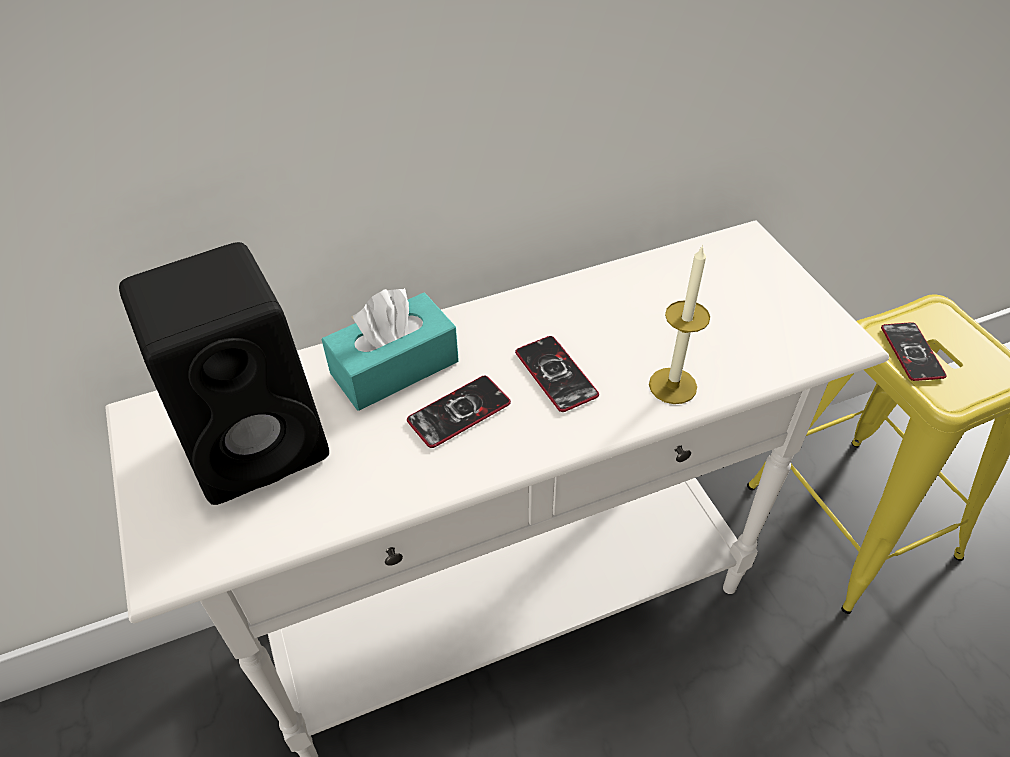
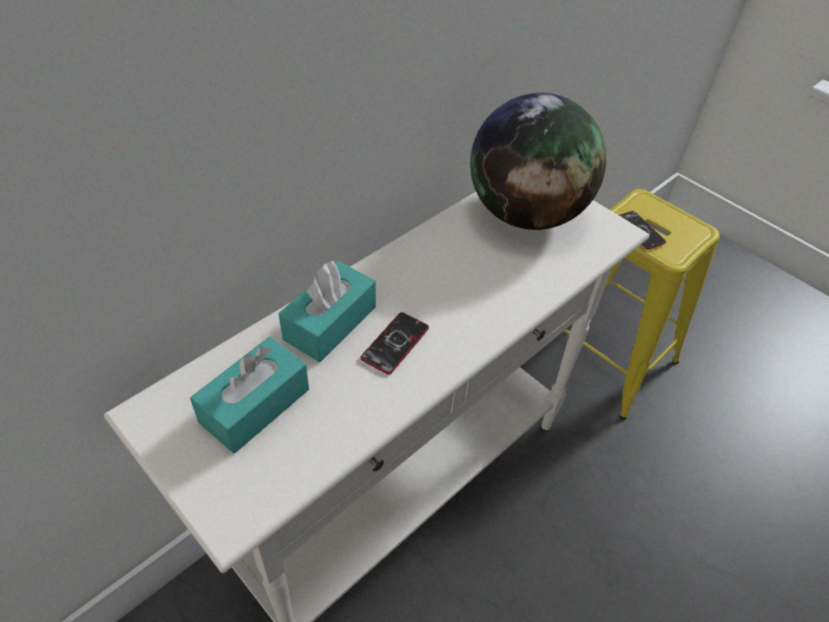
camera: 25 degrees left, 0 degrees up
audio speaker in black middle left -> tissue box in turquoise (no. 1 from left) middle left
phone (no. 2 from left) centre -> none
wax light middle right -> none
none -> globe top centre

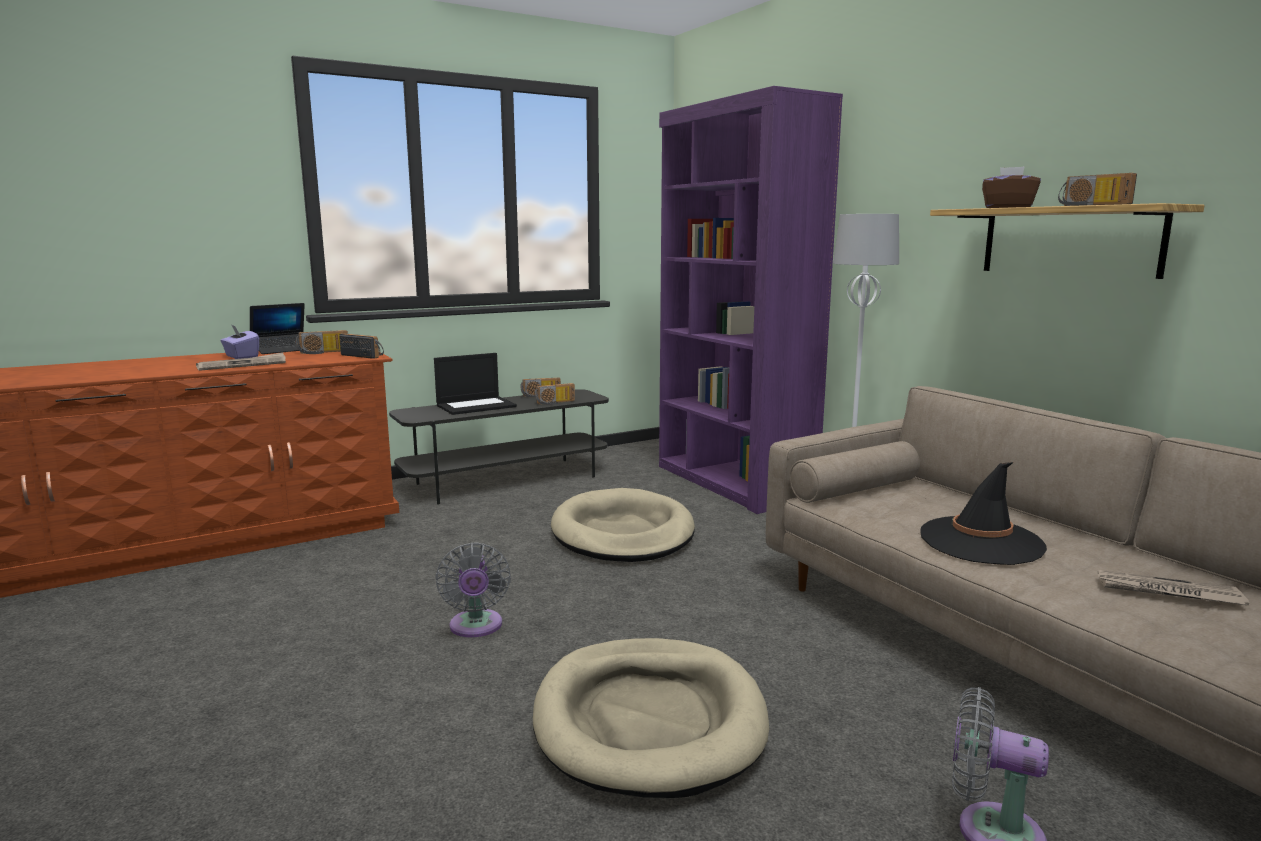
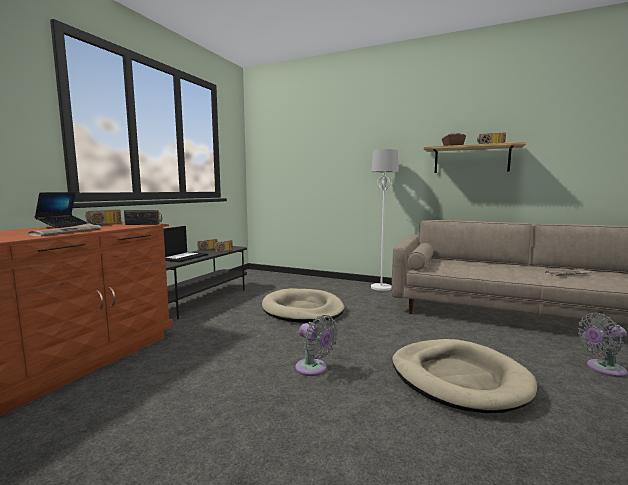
camera: 35 degrees left, 5 degrees down
tissue box in purple middle left -> none
bookcase in purple centre -> none
wearable hat in black middle right -> none

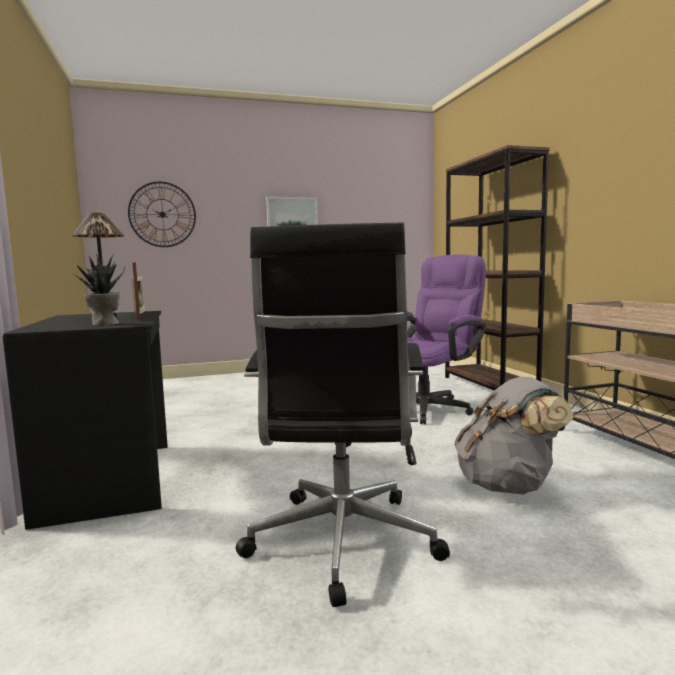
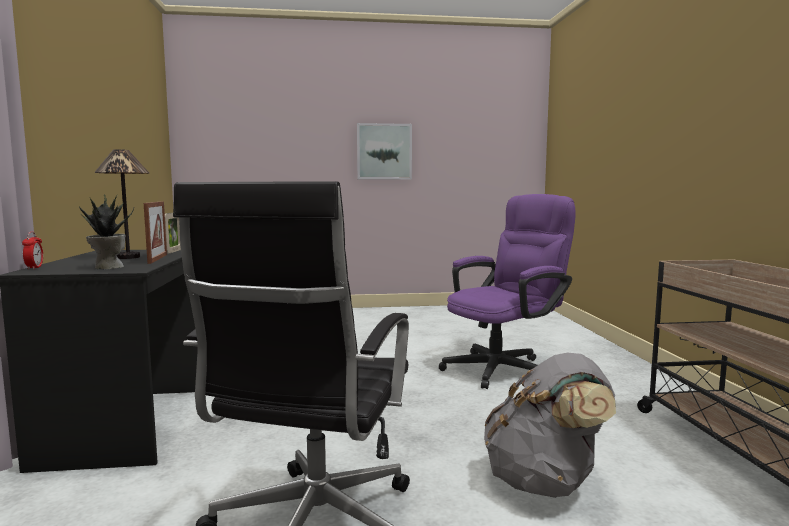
camera: 10 degrees right, 0 degrees up
wall clock top left -> none
bookcase in brown middle right -> none
none -> bedside clock middle left

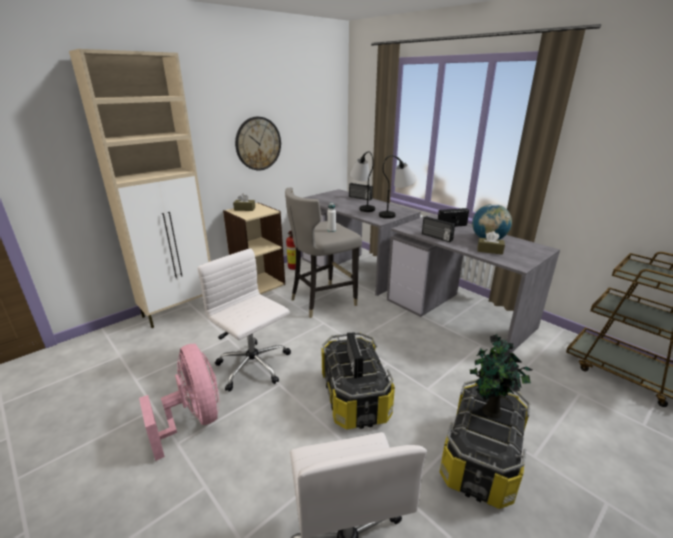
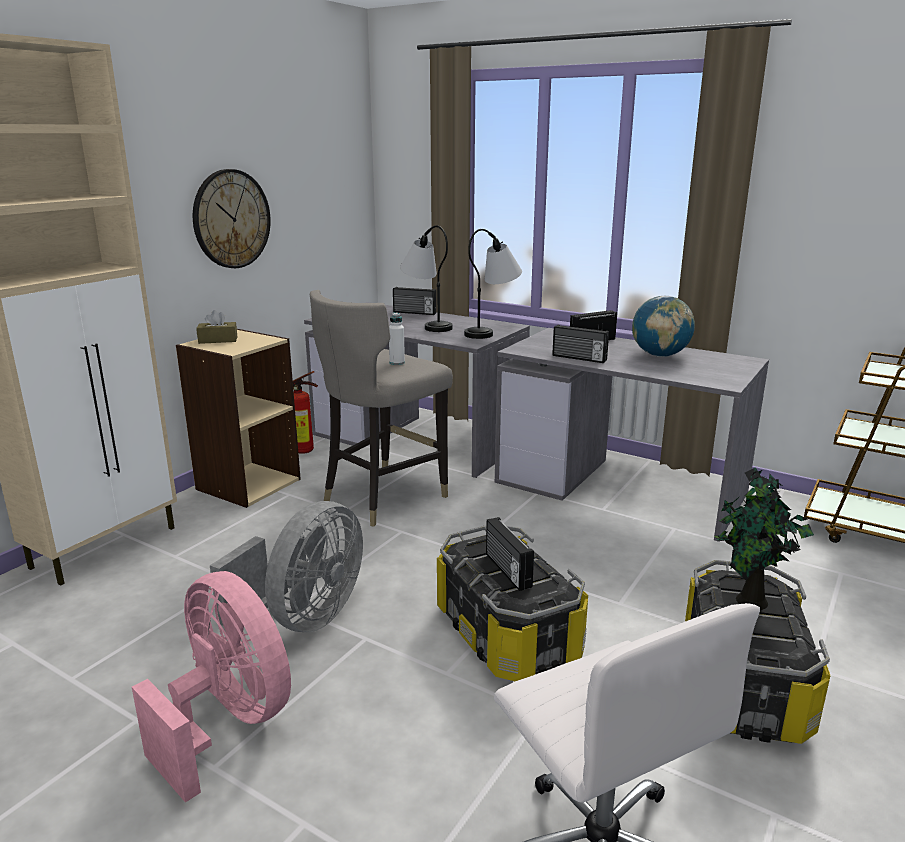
camera: 15 degrees left, 5 degrees down
computer chair in whitish (no. 1 from left) centre -> electric fan in grey bottom left
tissue box in brown (no. 2 from left) middle right -> none

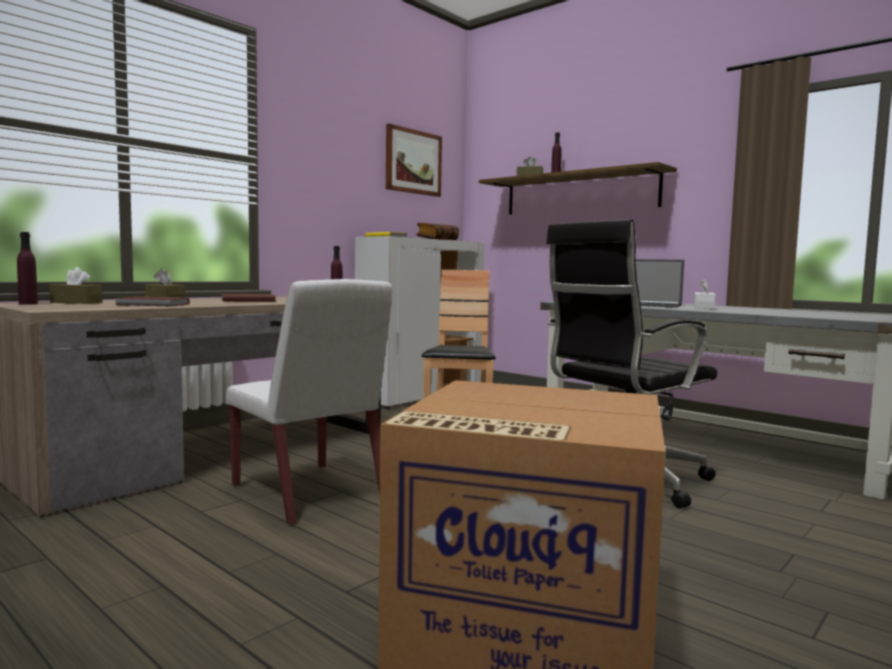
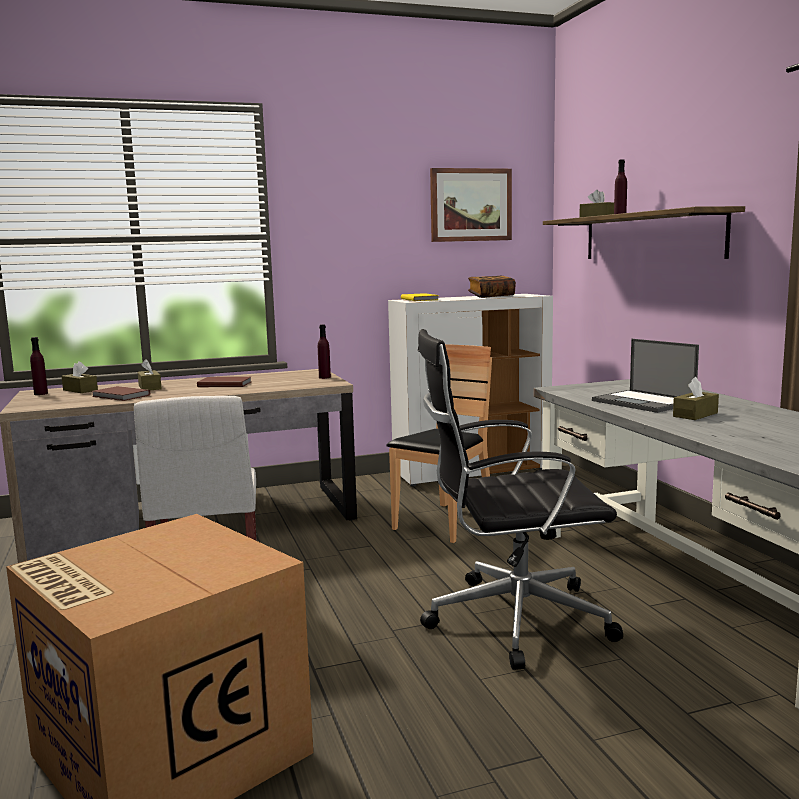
camera: 30 degrees right, 5 degrees up
tissue box in whitish middle right -> tissue box in brown (no. 4 from left) middle right

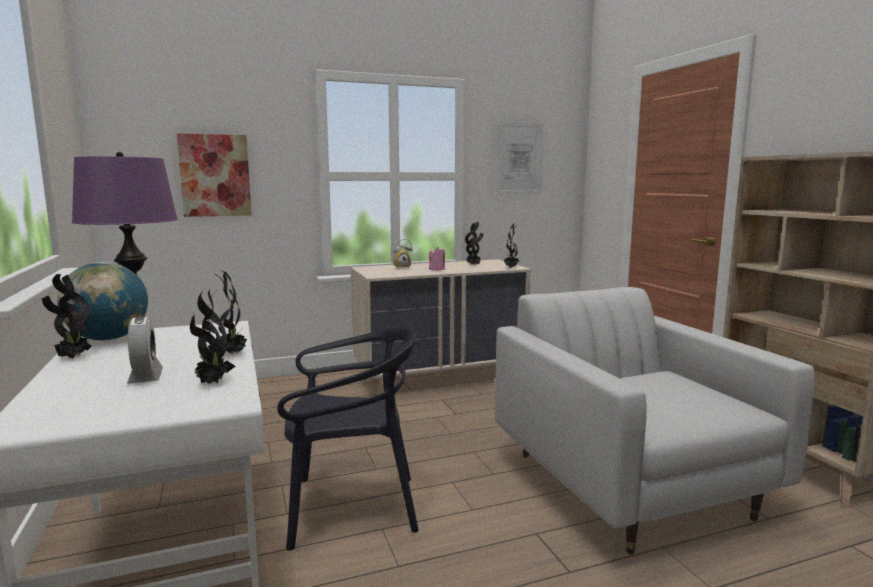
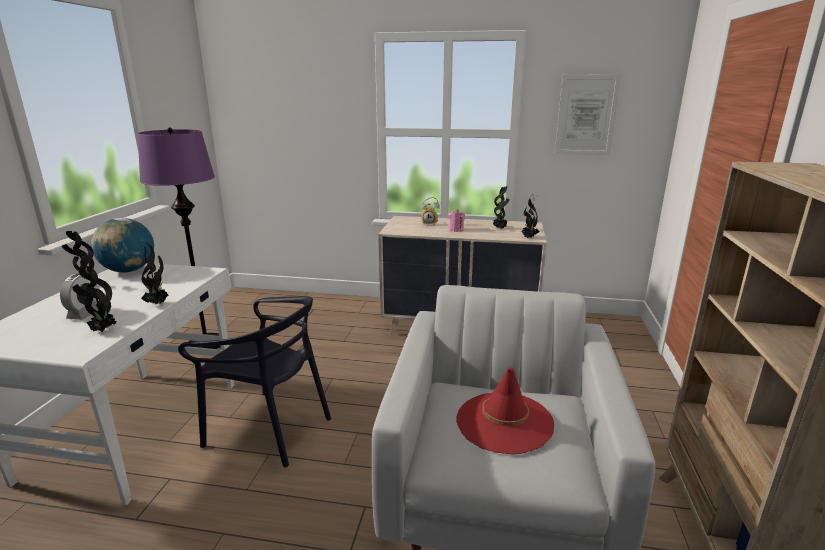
camera: 30 degrees right, 10 degrees up
picture (no. 1 from left) top left -> none
none -> wearable hat in red-coloured bottom centre

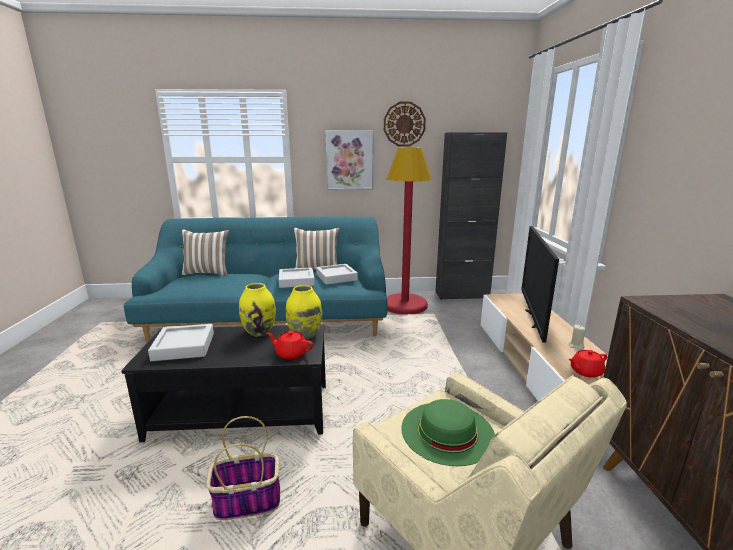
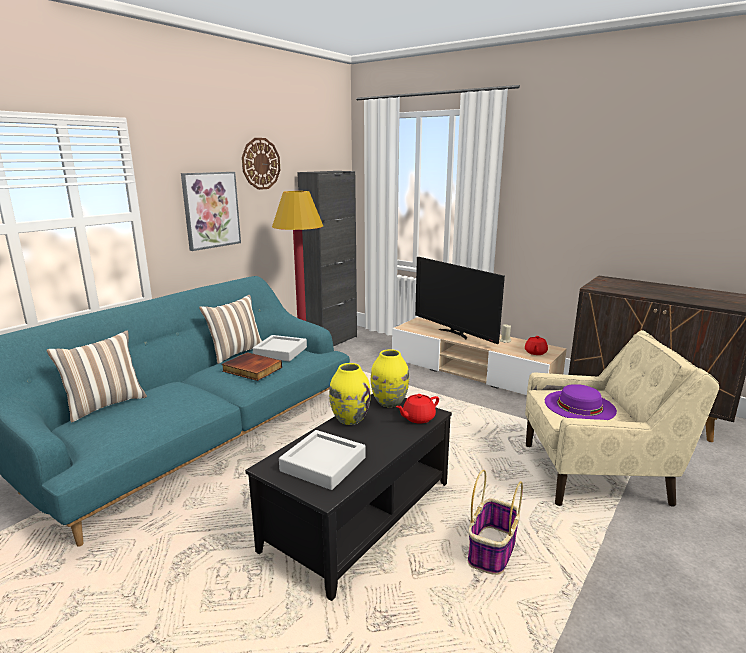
camera: 50 degrees left, 0 degrees up
serving tray in grey (no. 2 from left) centre -> volume centre
wearable hat in green bottom centre -> wearable hat in purple middle right

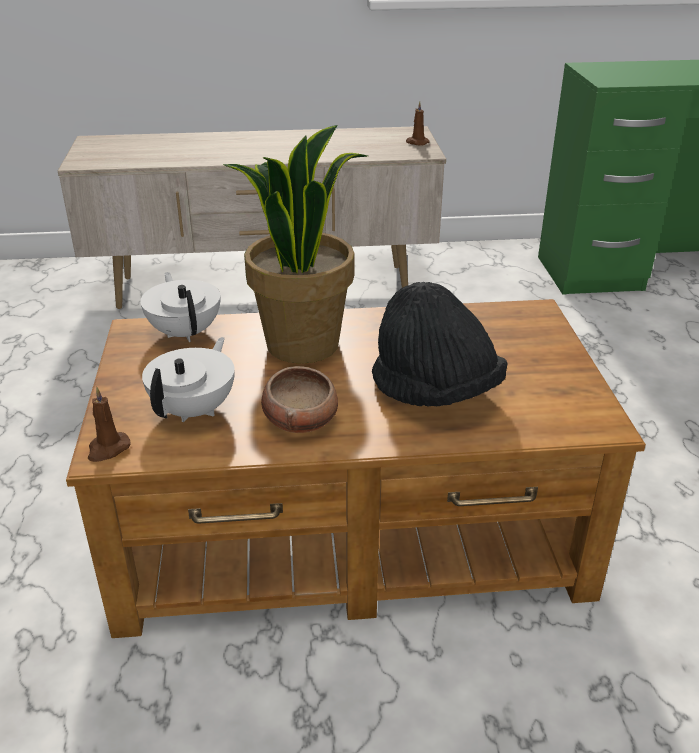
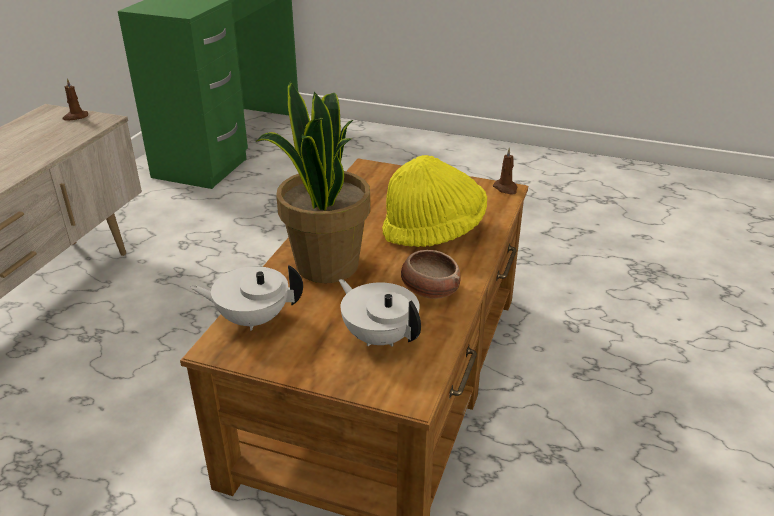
camera: 65 degrees left, 0 degrees up
wax light in brown (no. 1 from left in the first image) middle left -> wax light in brown (no. 2 from left) top centre, shifted
wearable hat in black centre -> wearable hat in yellowish centre

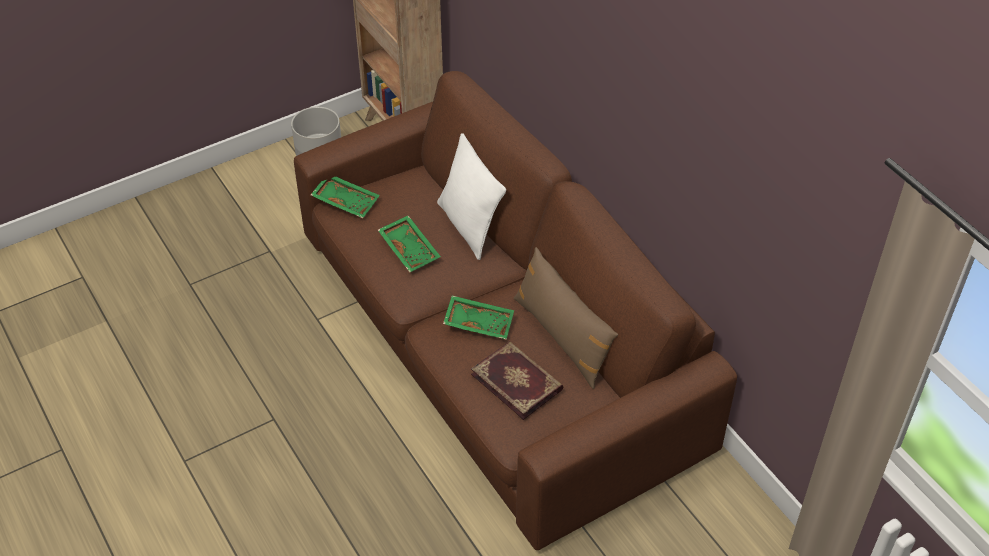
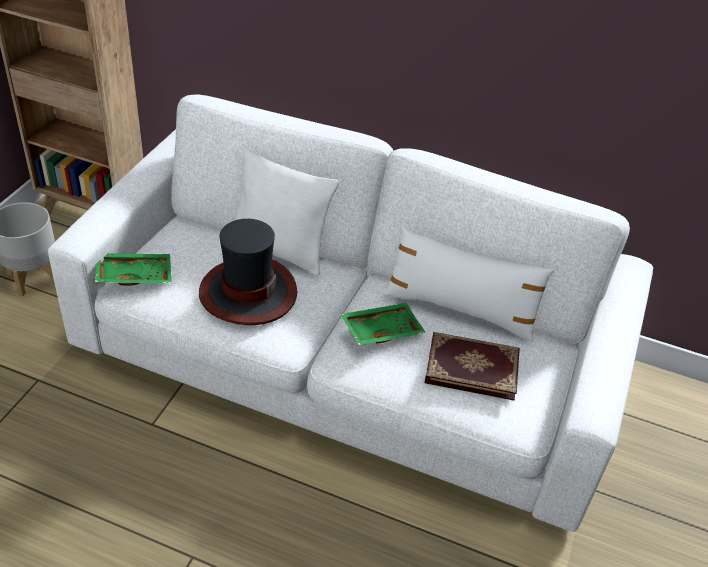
camera: 40 degrees left, 5 degrees down
sofa in brown centre -> sofa in whitish centre
serving tray in green (no. 2 from left) centre -> wearable hat centre
cushion in brown centre -> cushion in whitish (no. 2 from left) centre

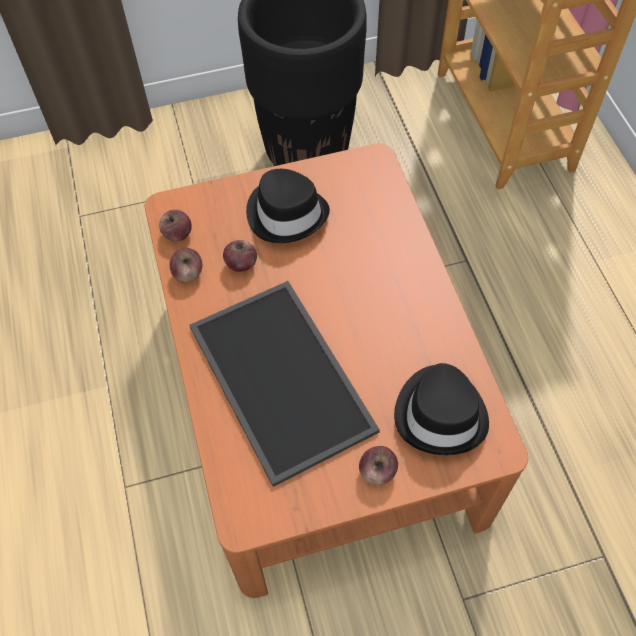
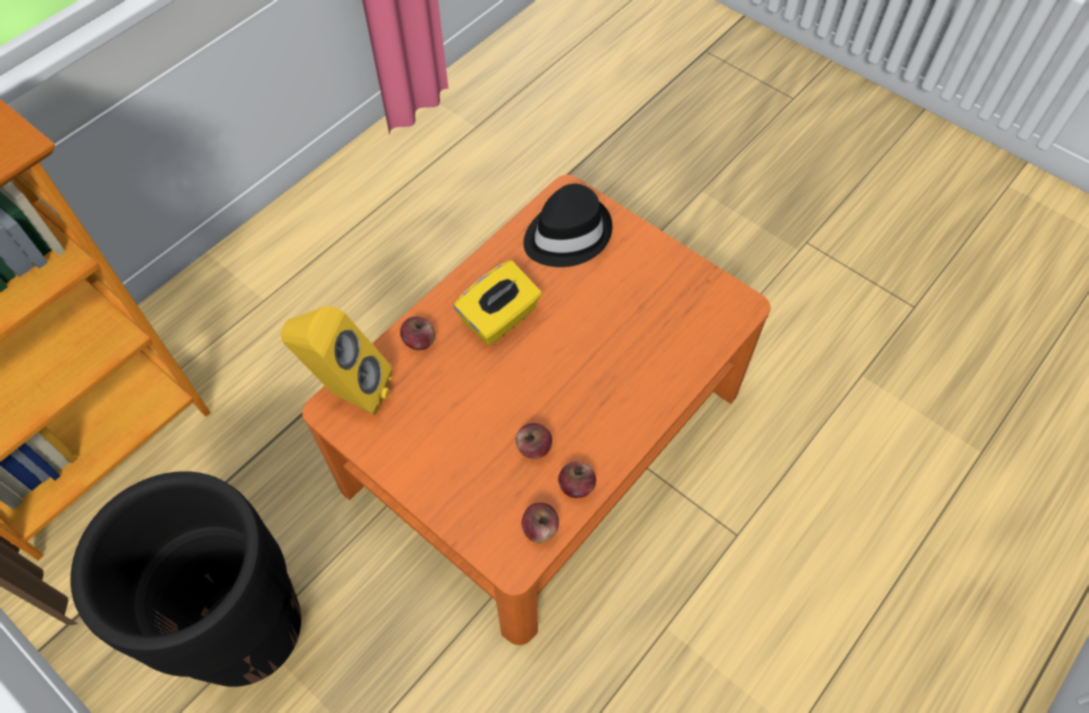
camera: 125 degrees left, 0 degrees up
serving tray centre -> none
wearable hat in black (no. 1 from left) top centre -> none
whole apple (no. 4 from left in the first image) bottom centre -> whole apple (no. 1 from left) centre, shifted
none -> audio speaker in yellowish middle left
none -> tissue box in yellowish centre

